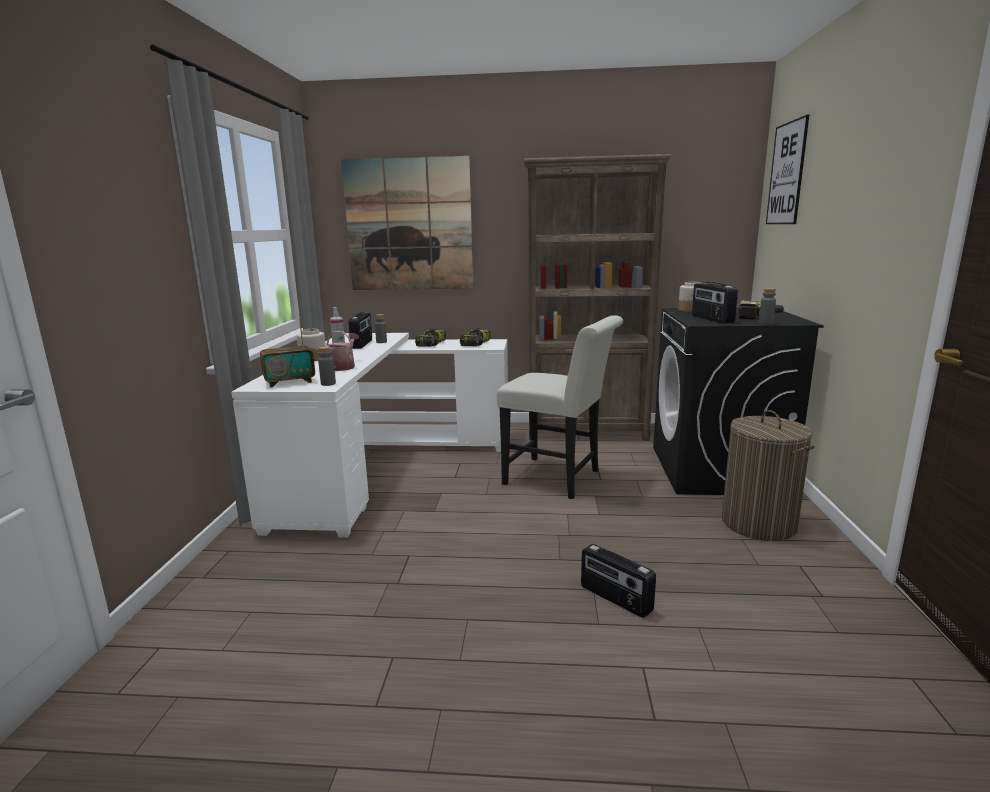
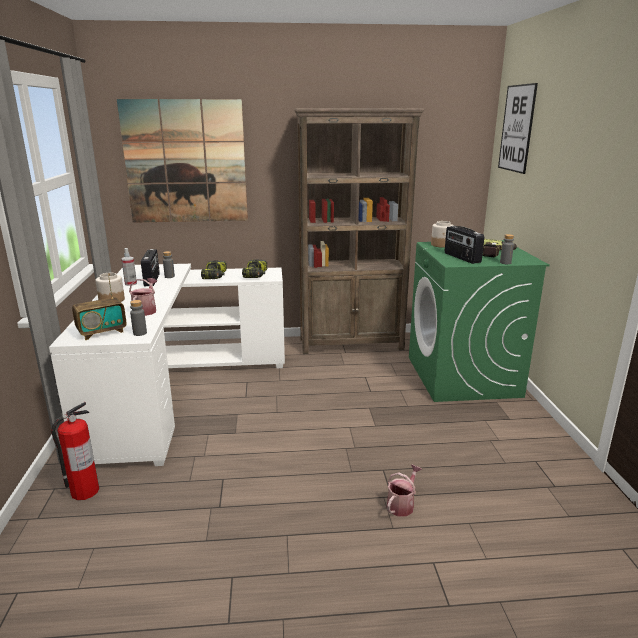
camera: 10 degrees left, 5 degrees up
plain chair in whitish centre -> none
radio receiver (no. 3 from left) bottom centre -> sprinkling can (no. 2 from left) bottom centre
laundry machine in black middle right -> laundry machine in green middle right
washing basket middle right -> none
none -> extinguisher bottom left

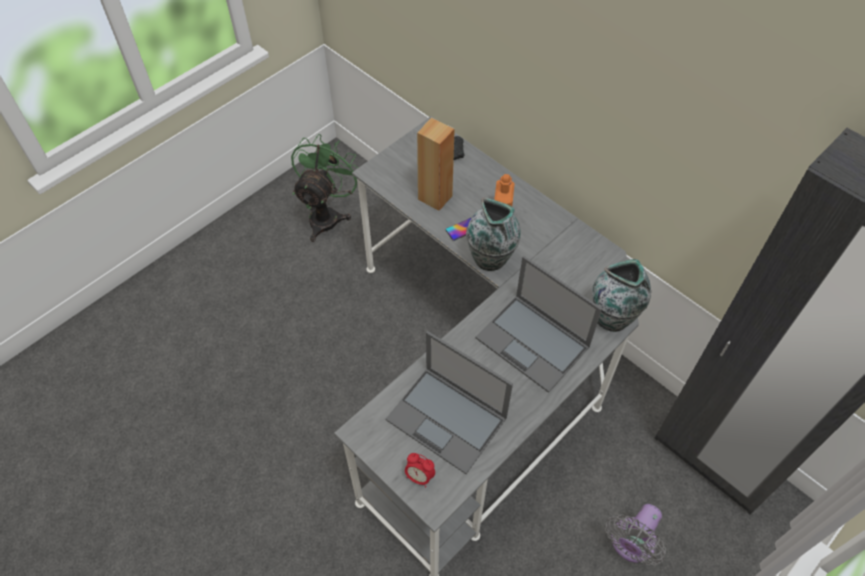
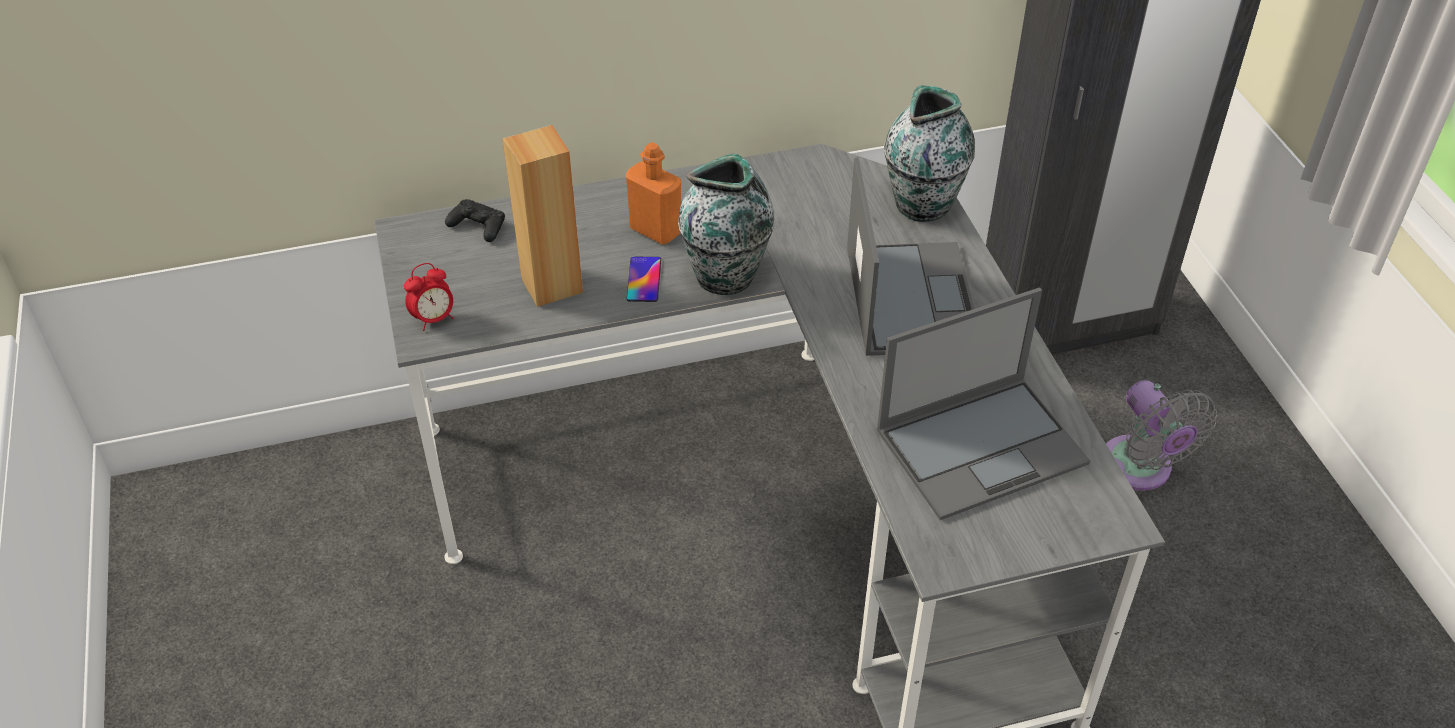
camera: 60 degrees left, 10 degrees down
electric fan in green top centre -> none
bedside clock bottom centre -> bedside clock middle left, shifted
laptop (no. 2 from left in the first image) centre -> laptop (no. 1 from left) centre, 75 degrees counterclockwise

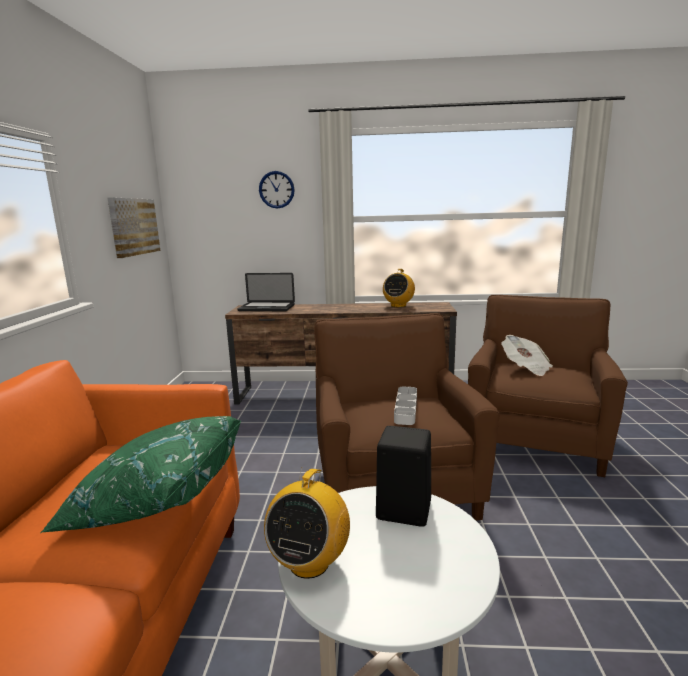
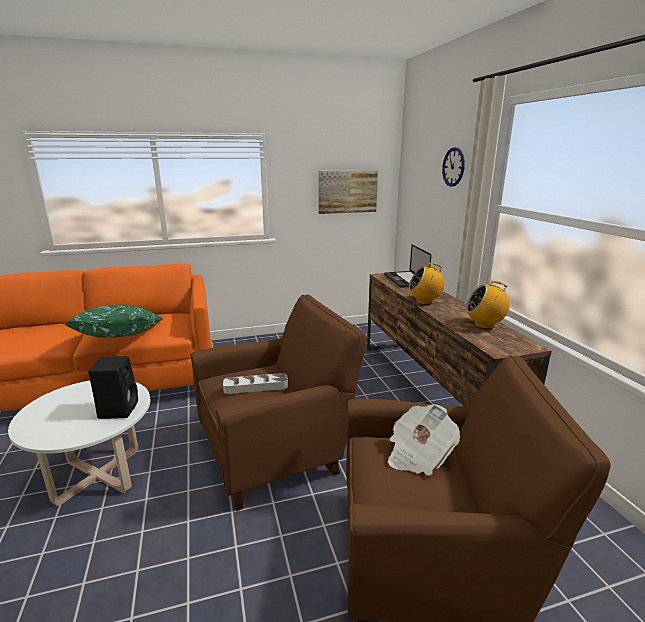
camera: 70 degrees right, 5 degrees up
radio receiver (no. 1 from left) bottom centre -> radio receiver (no. 1 from left) centre, shifted

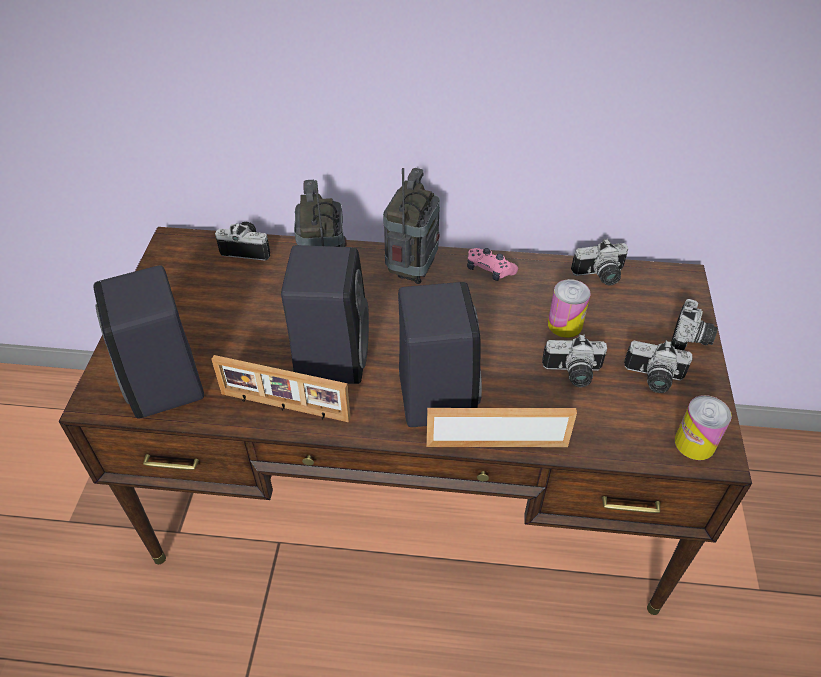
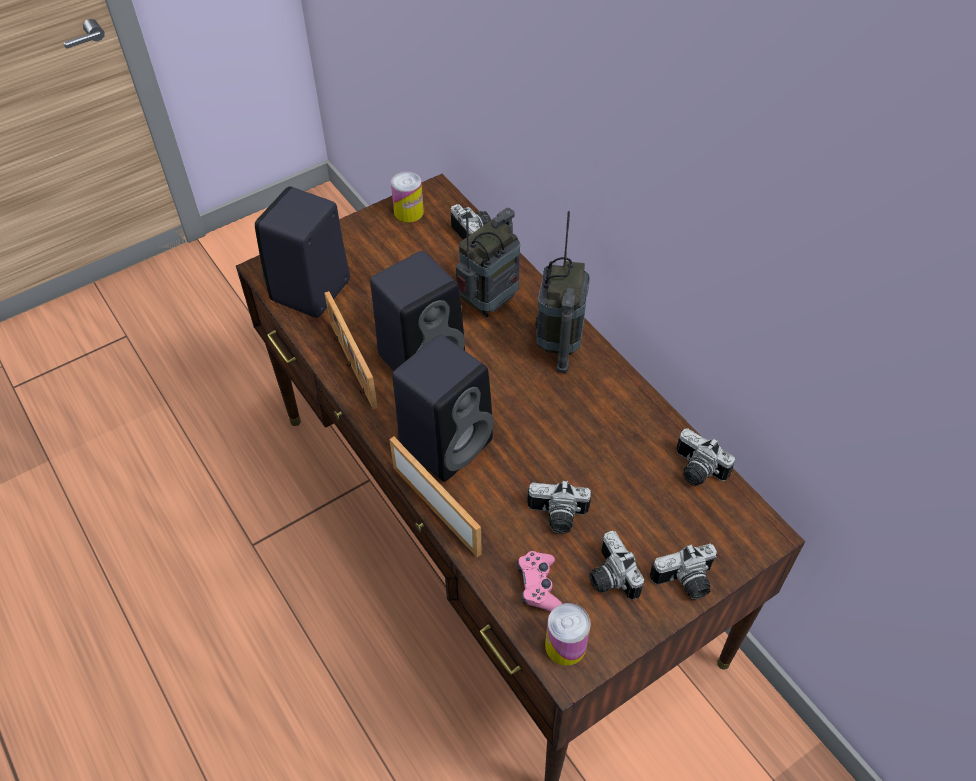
camera: 50 degrees right, 5 degrees up
radio receiver (no. 2 from left) centre, 120 degrees clockwise
gamepad in pinkish centre -> gamepad in pinkish bottom centre, shifted
still camera (no. 2 from left) middle right -> still camera (no. 2 from left) centre, 45 degrees counterclockwise
sealed can (no. 1 from left) middle right -> sealed can (no. 1 from left) top centre, shifted

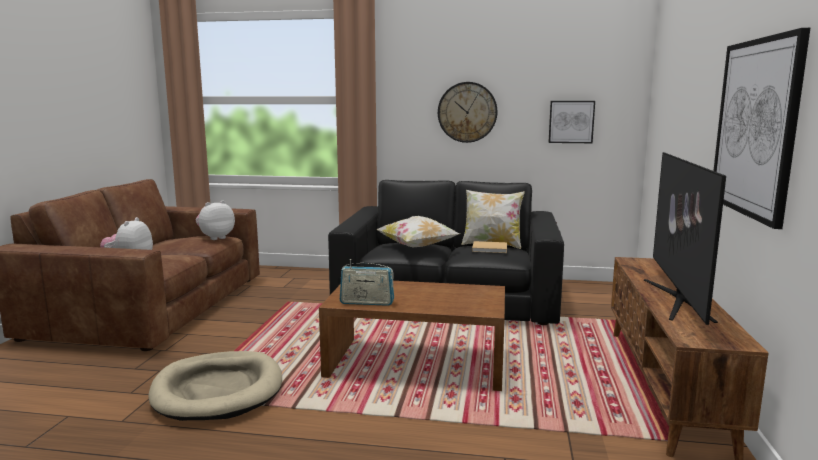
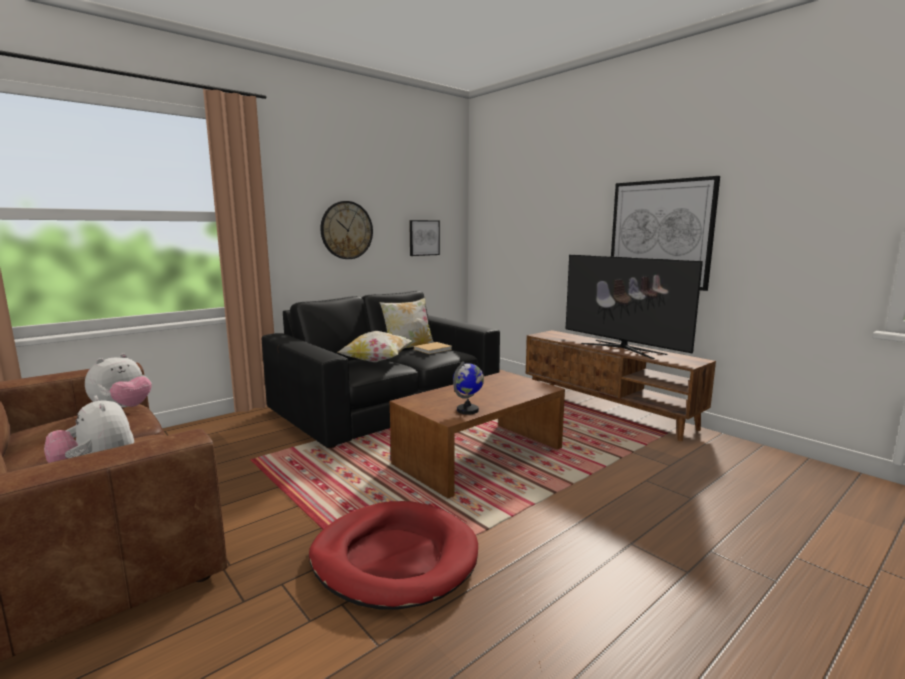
camera: 50 degrees left, 0 degrees up
dog cushion in beige bottom left -> dog cushion in red-coloured bottom centre
plush toy (no. 2 from left) middle left, 150 degrees counterclockwise
radio receiver centre -> globe centre

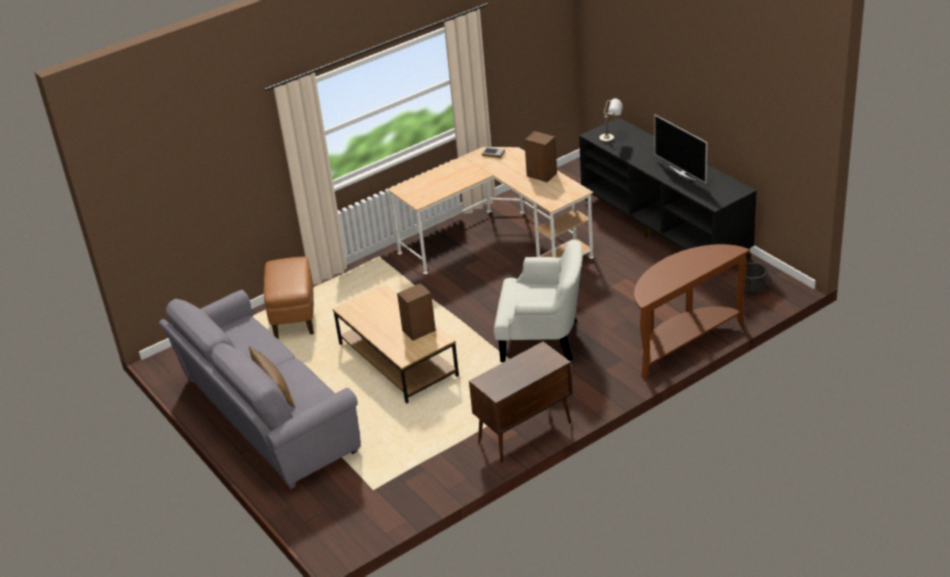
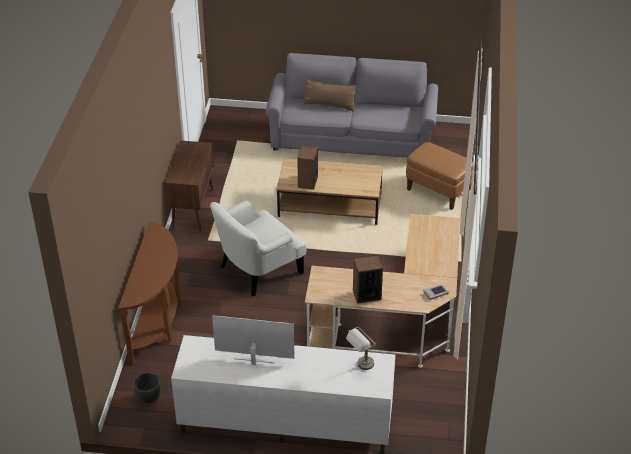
camera: 130 degrees right, 5 degrees up
tv stand in black top right -> tv stand in whitish bottom centre

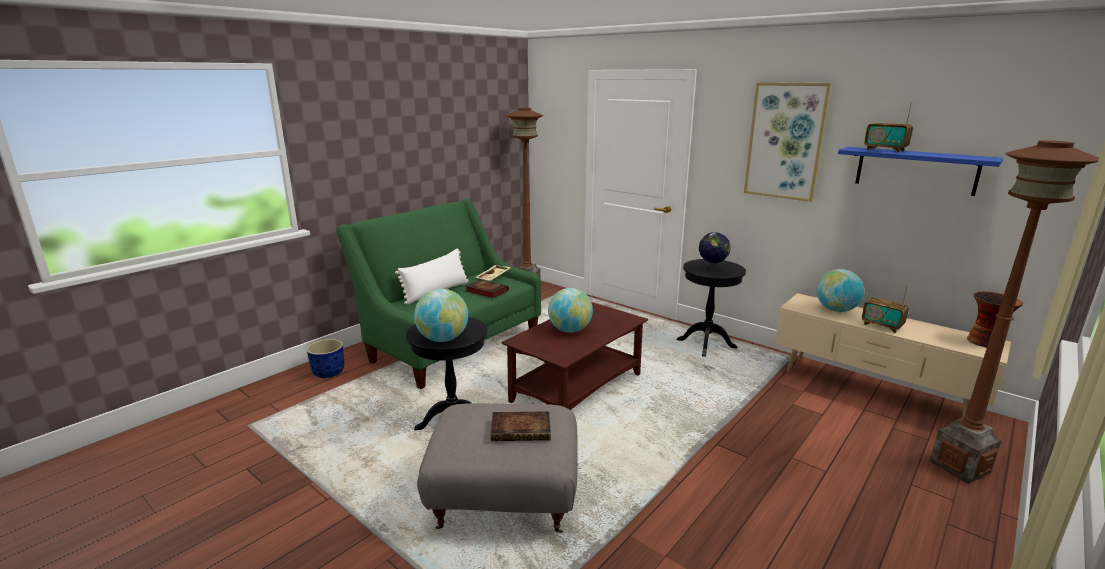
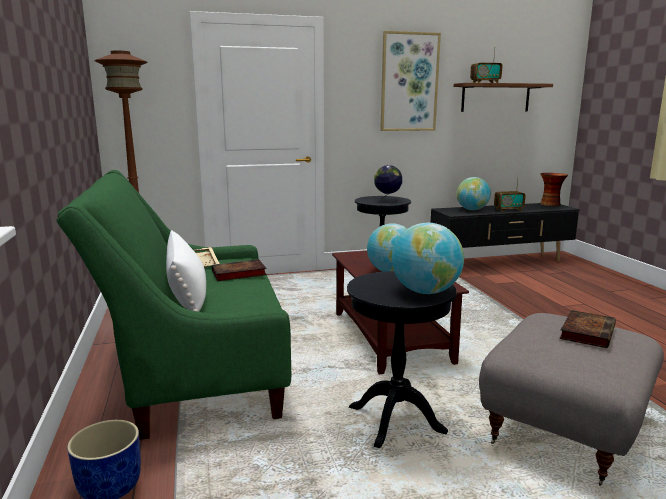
camera: 55 degrees left, 5 degrees down
tv stand in beige middle right -> tv stand in black middle right
wall shelf in bluish top right -> wall shelf in brown top right
standing lamp in brown (no. 2 from left) middle right -> none

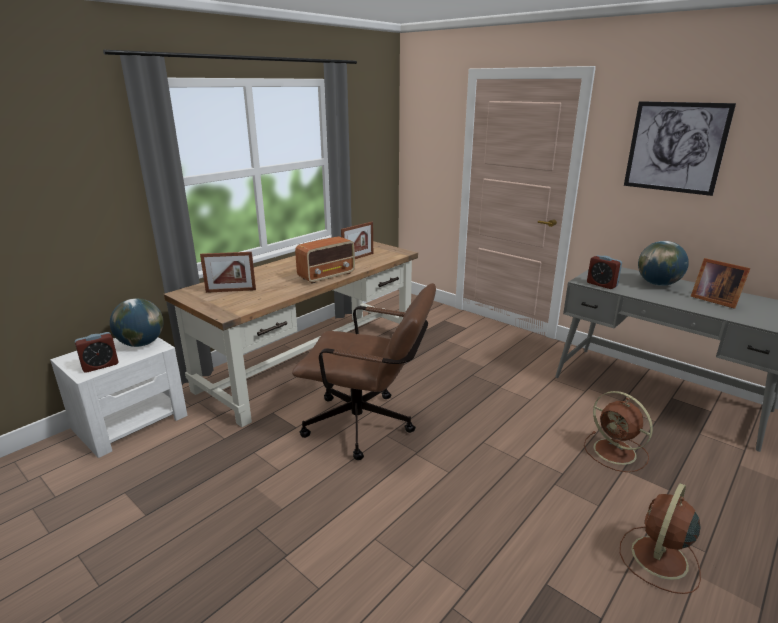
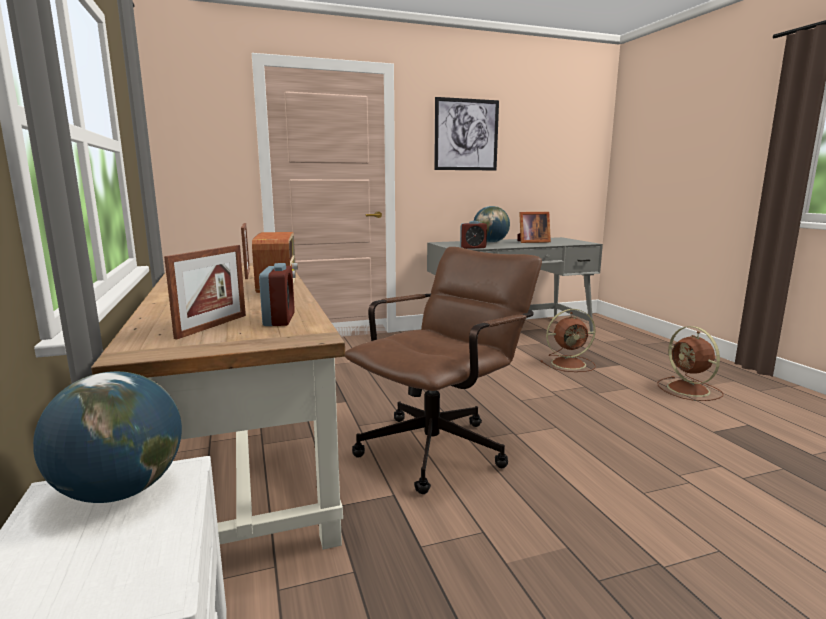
camera: 60 degrees left, 10 degrees down
bedside clock (no. 1 from left) middle left -> bedside clock (no. 1 from left) centre, shifted

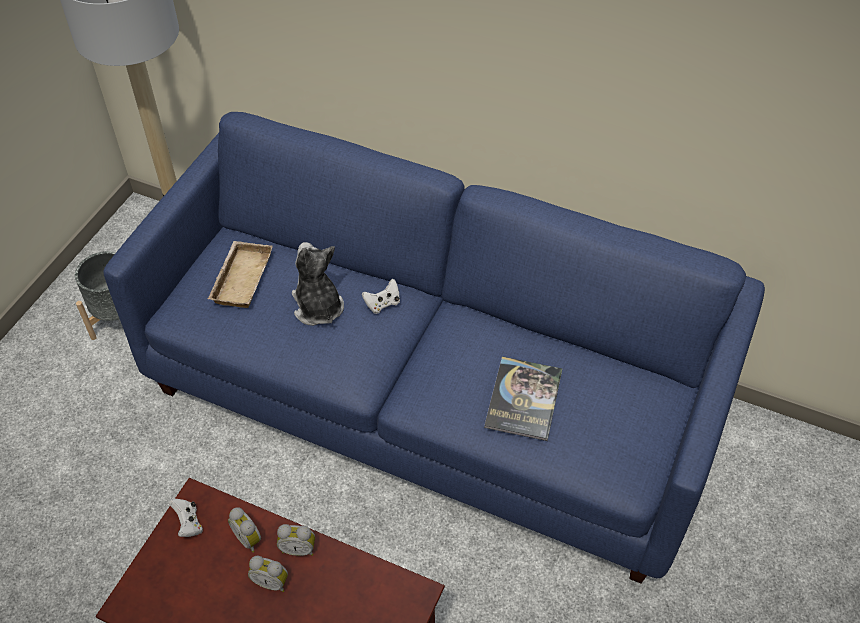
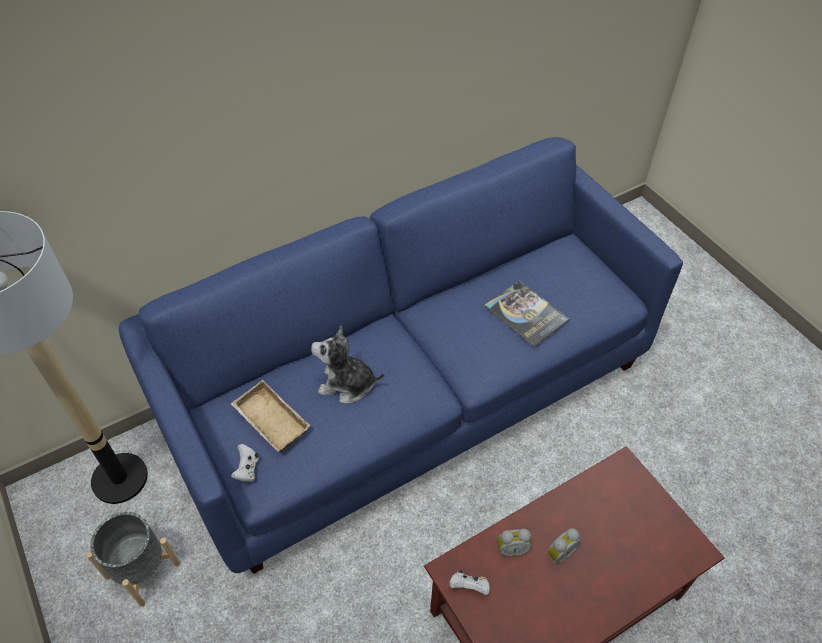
camera: 55 degrees left, 0 degrees up
bedside clock (no. 3 from left) bottom centre -> none
gamepad in whitish (no. 2 from left in the first image) centre -> gamepad in whitish (no. 1 from left) bottom left, shifted

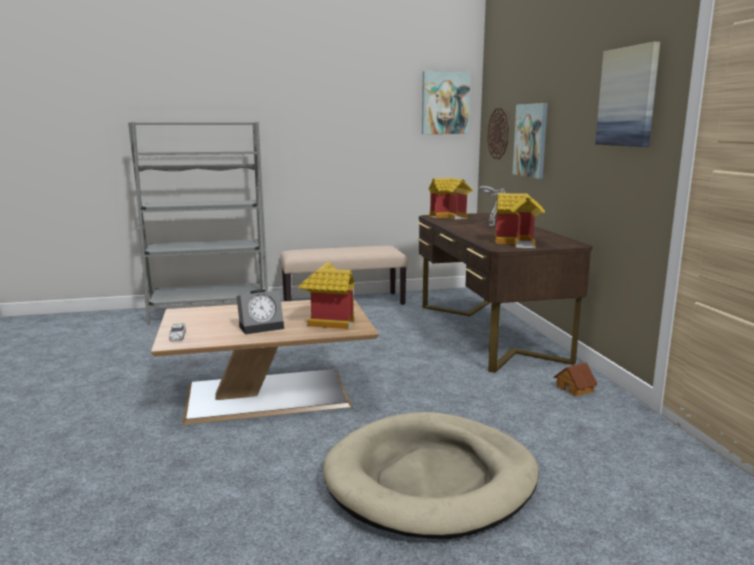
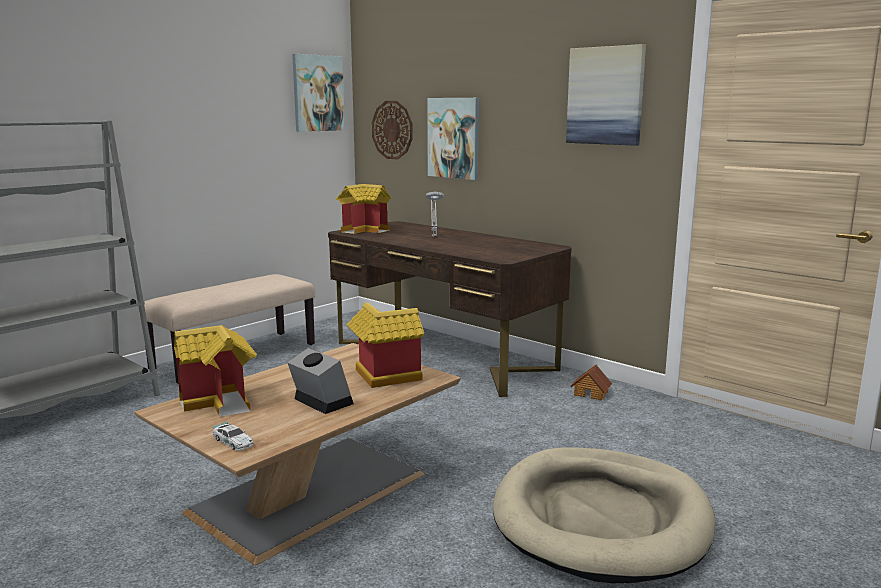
camera: 35 degrees left, 0 degrees up
bedside clock centre, 75 degrees counterclockwise
miniature house (no. 3 from left in the first image) middle right -> miniature house (no. 1 from left) middle left, shifted

